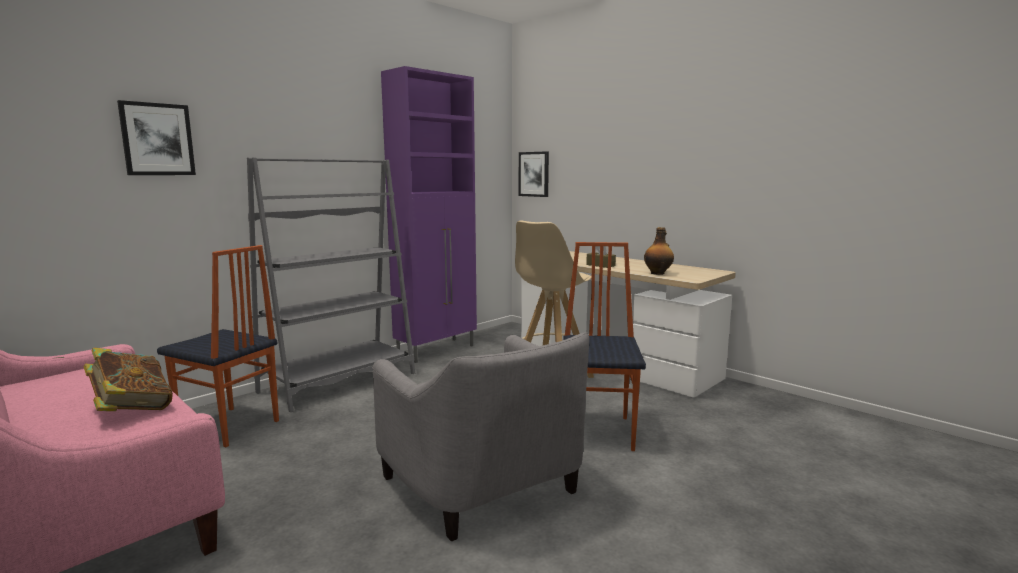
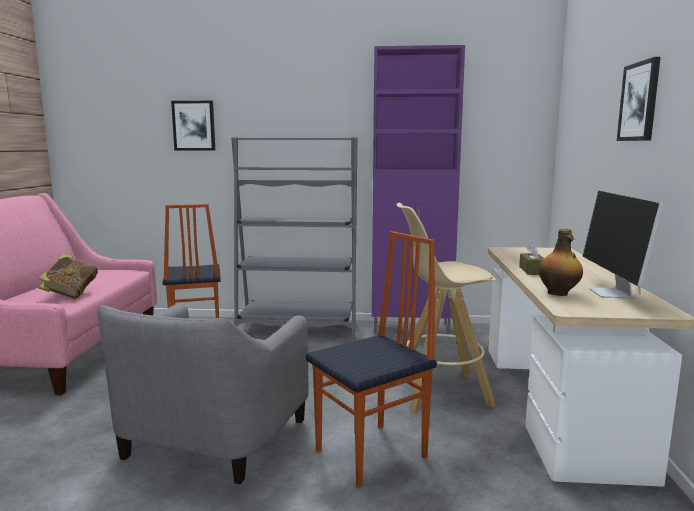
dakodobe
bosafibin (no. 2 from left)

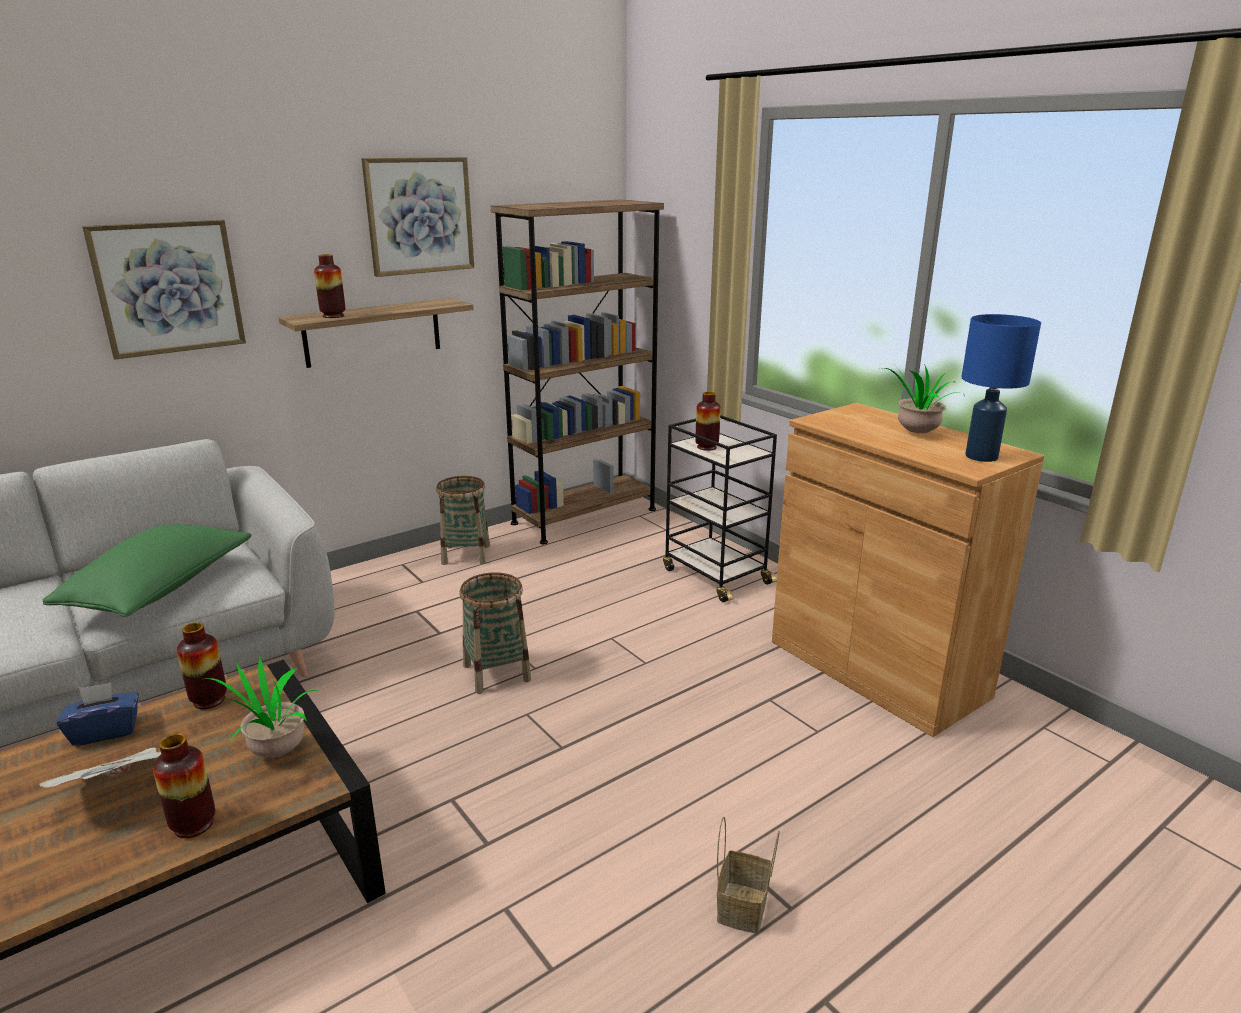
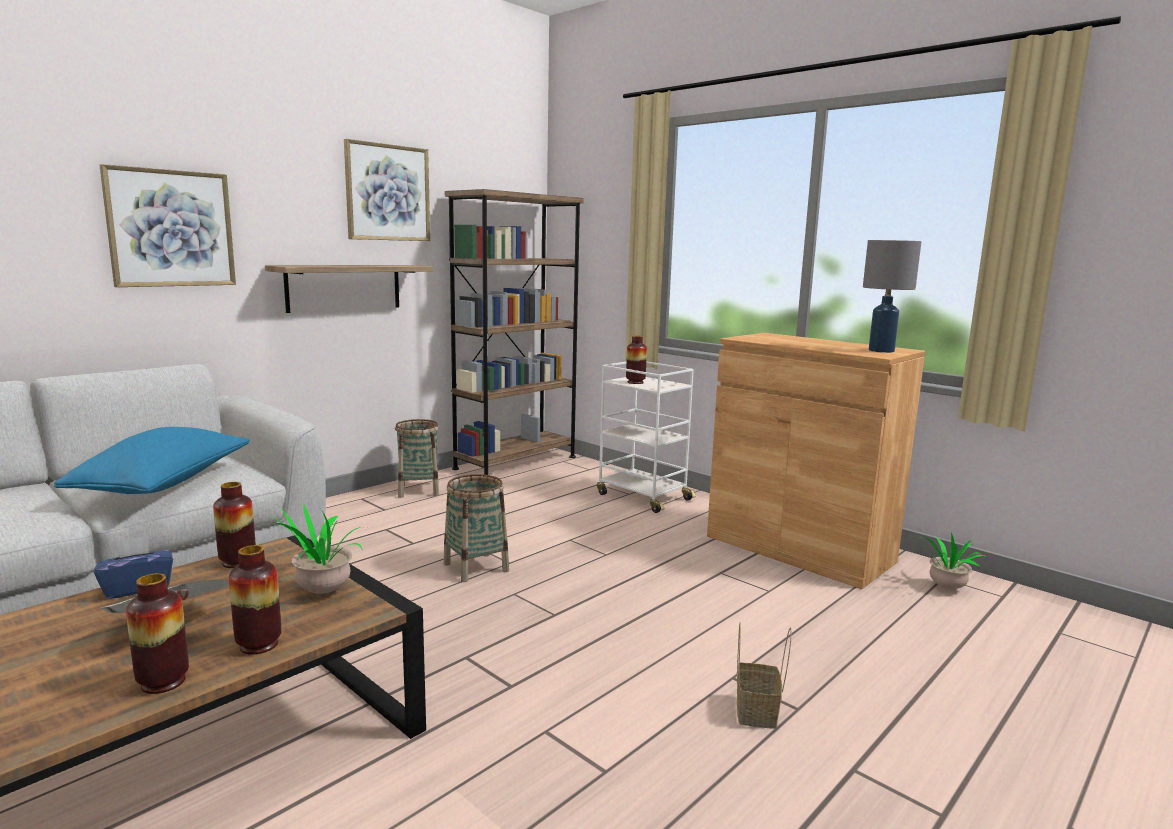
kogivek (no. 1 from left)
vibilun (no. 2 from left)
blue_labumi
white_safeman
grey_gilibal

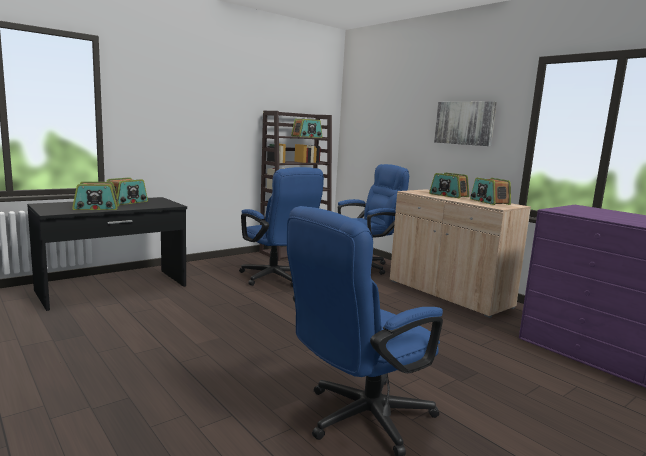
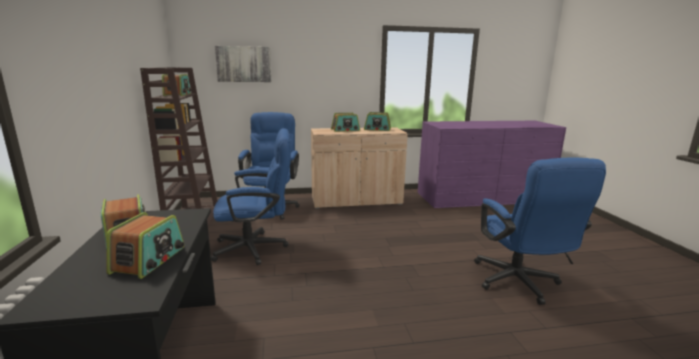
bosafibin

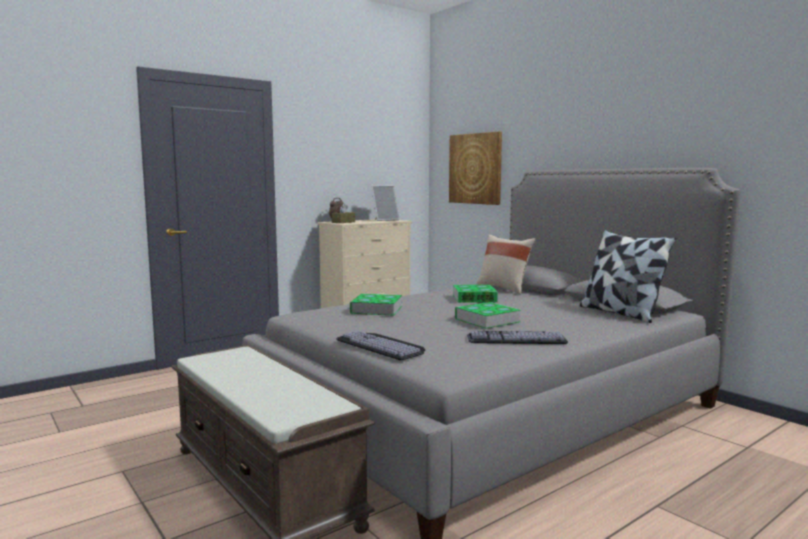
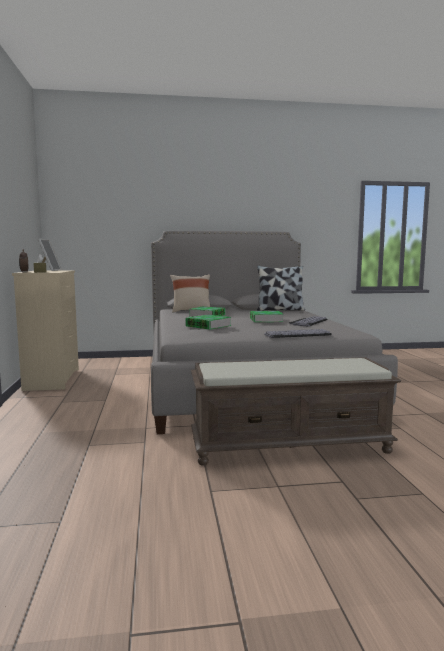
bosafibin

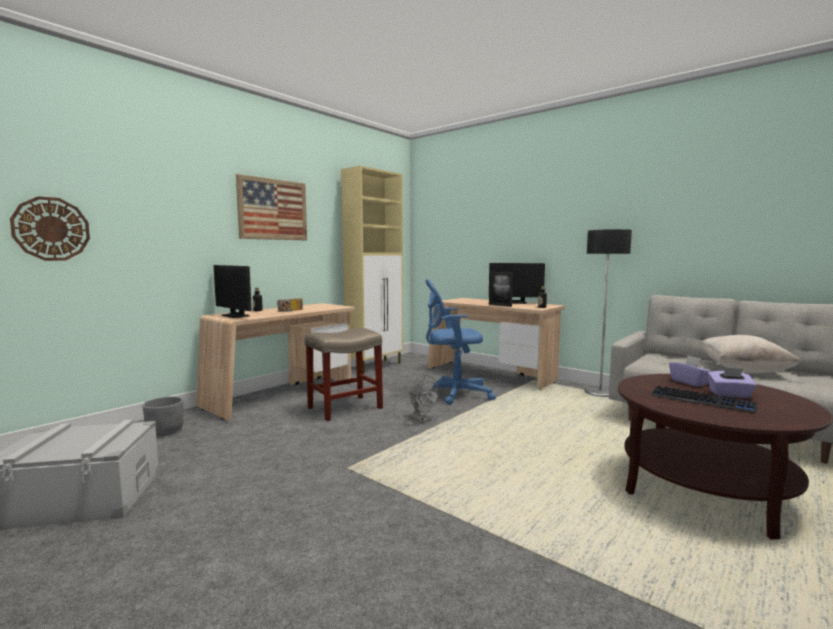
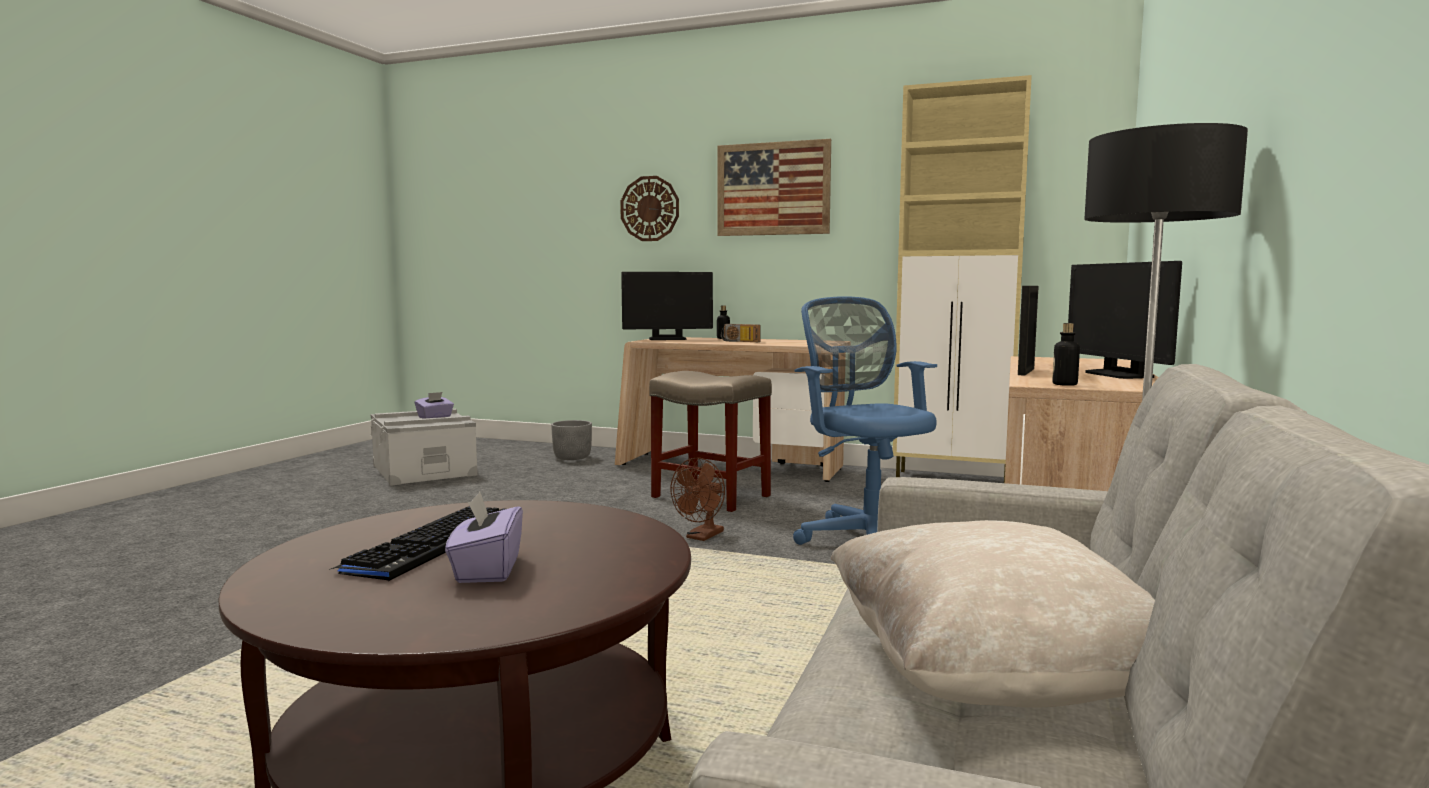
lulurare
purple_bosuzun (no. 1 from left)
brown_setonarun
dakodobe (no. 1 from left)

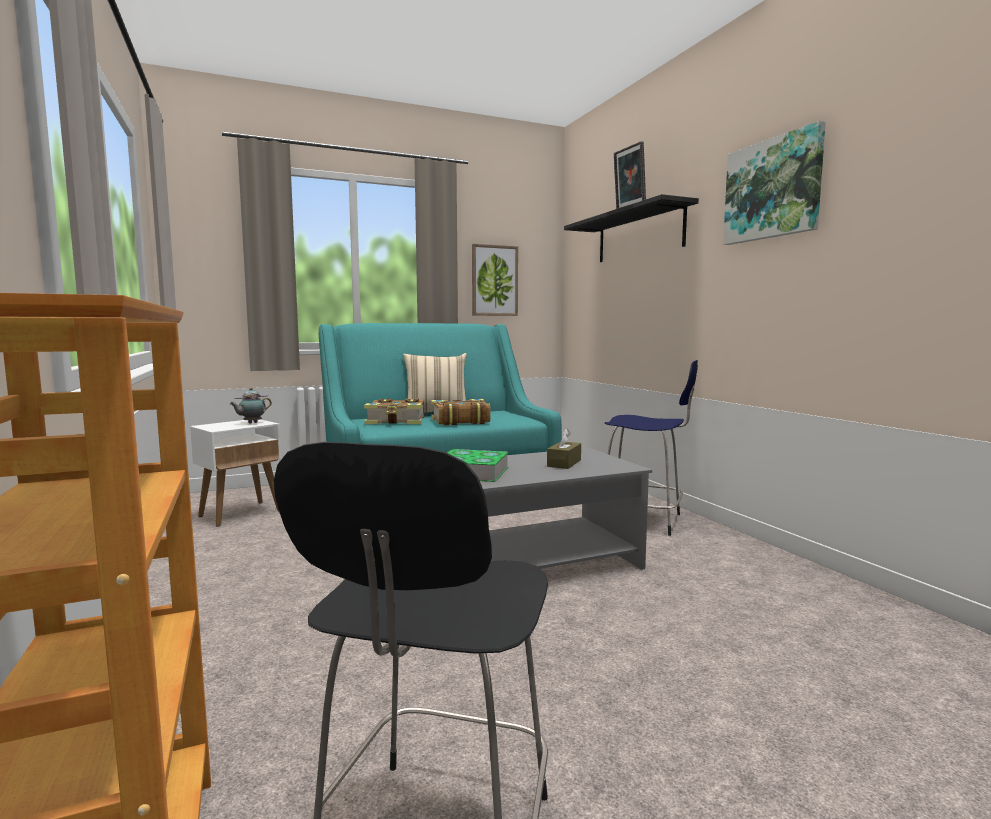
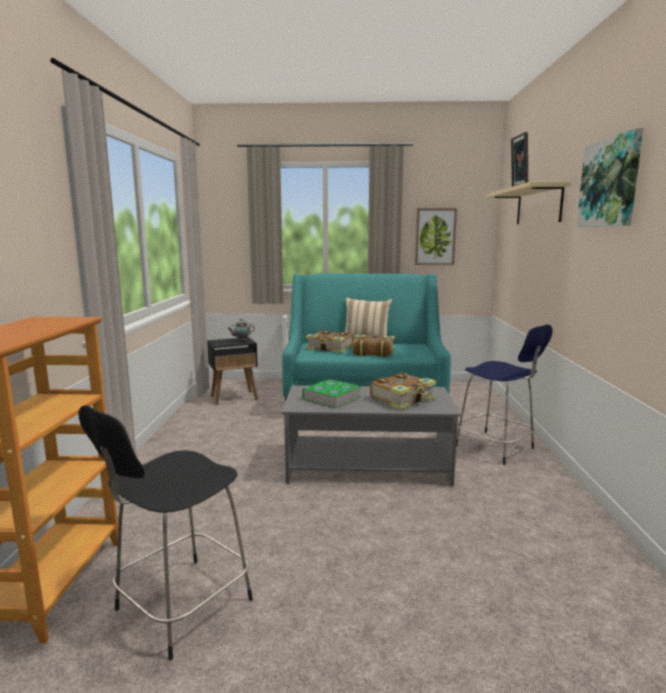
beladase (no. 4 from left)
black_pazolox
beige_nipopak

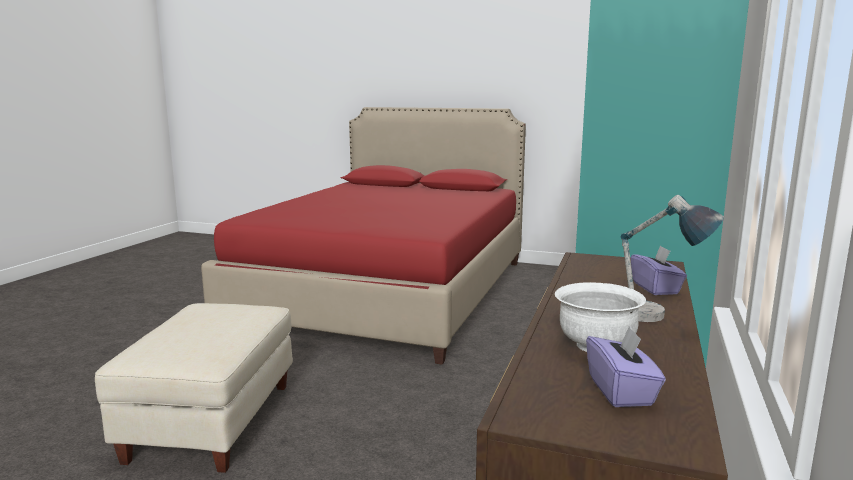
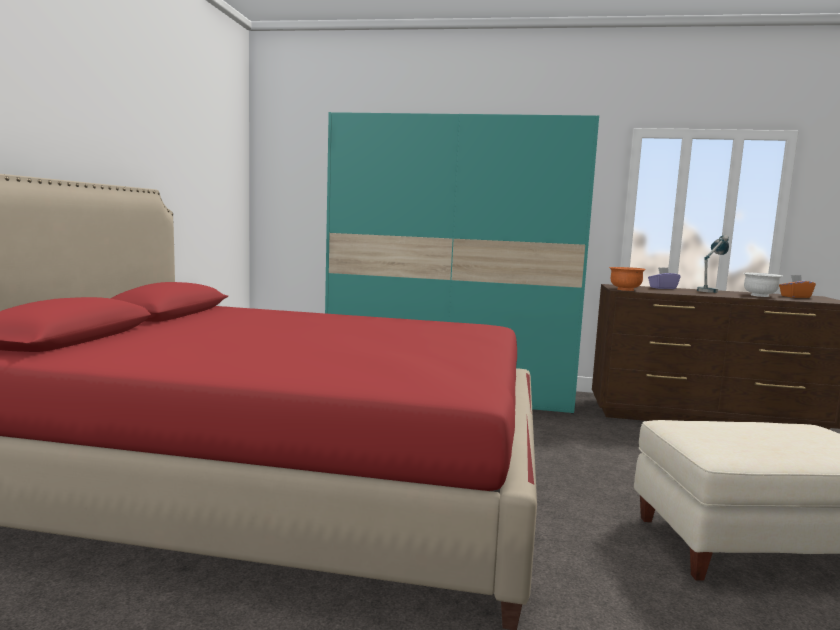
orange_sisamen
orange_bosuzun

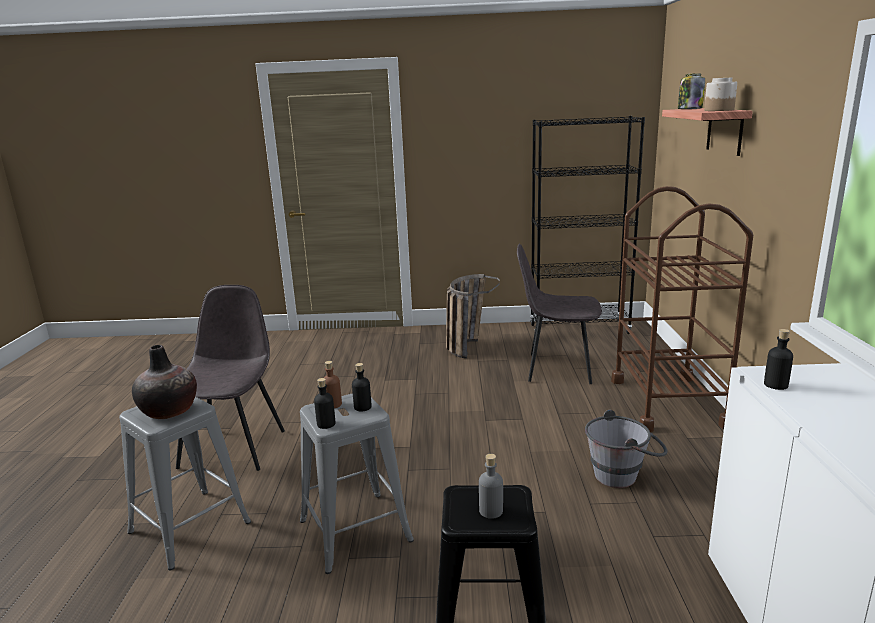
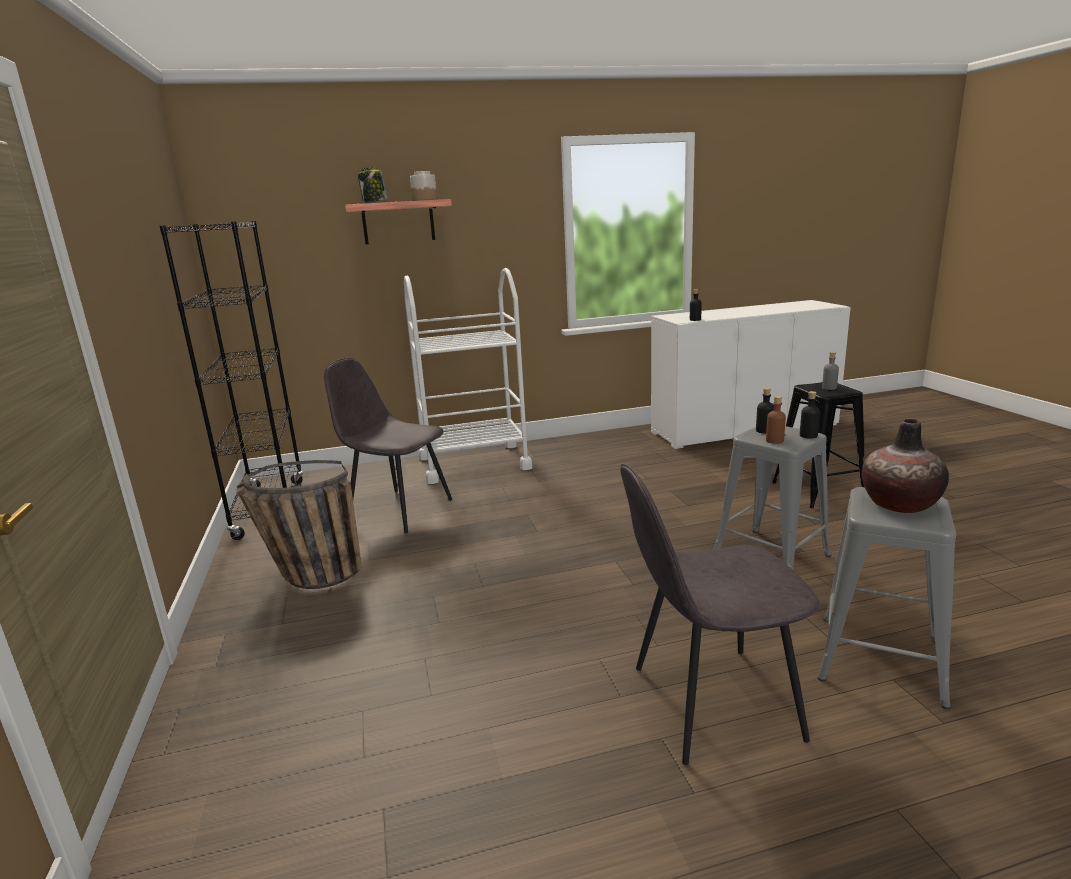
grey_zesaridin
white_safeman
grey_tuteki (no. 1 from left)

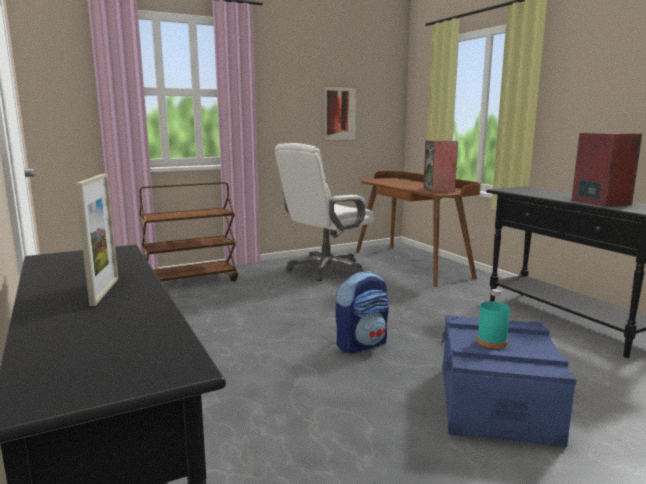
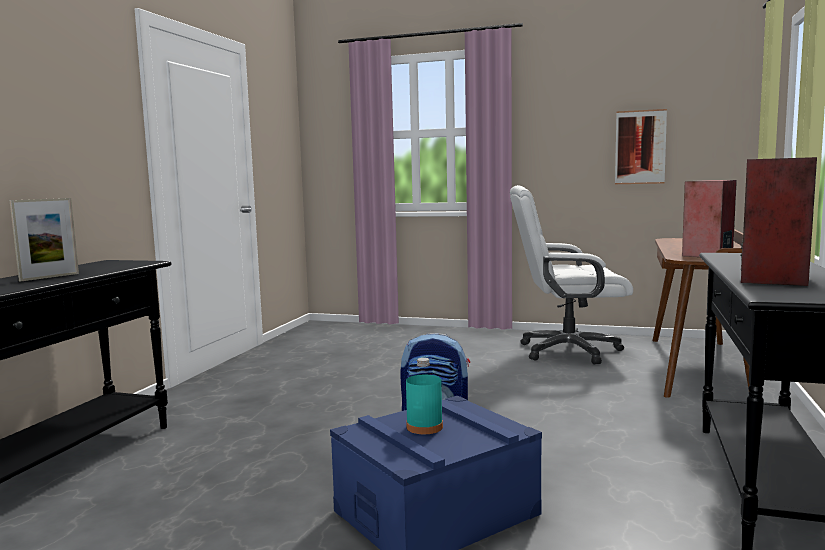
brown_safeman

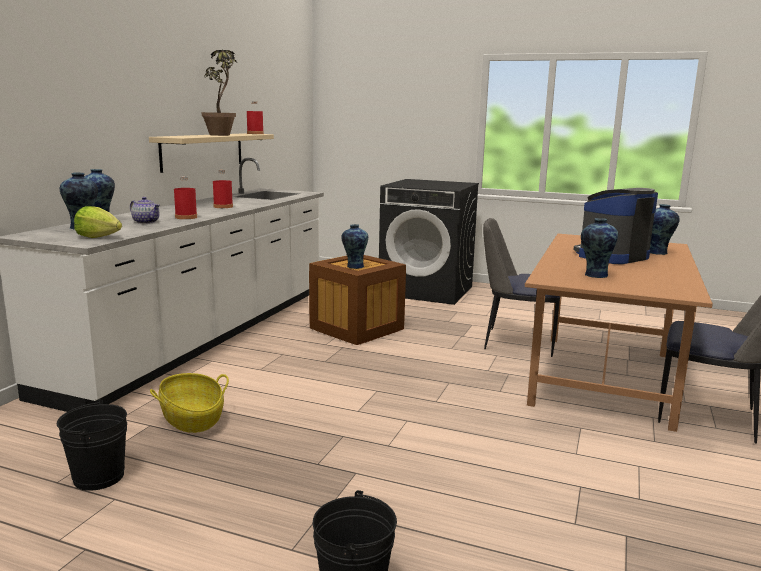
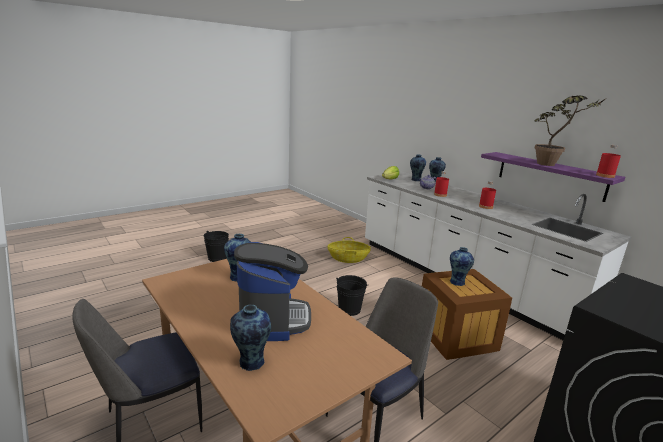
black_zesaridin (no. 2 from left)
purple_nipopak

